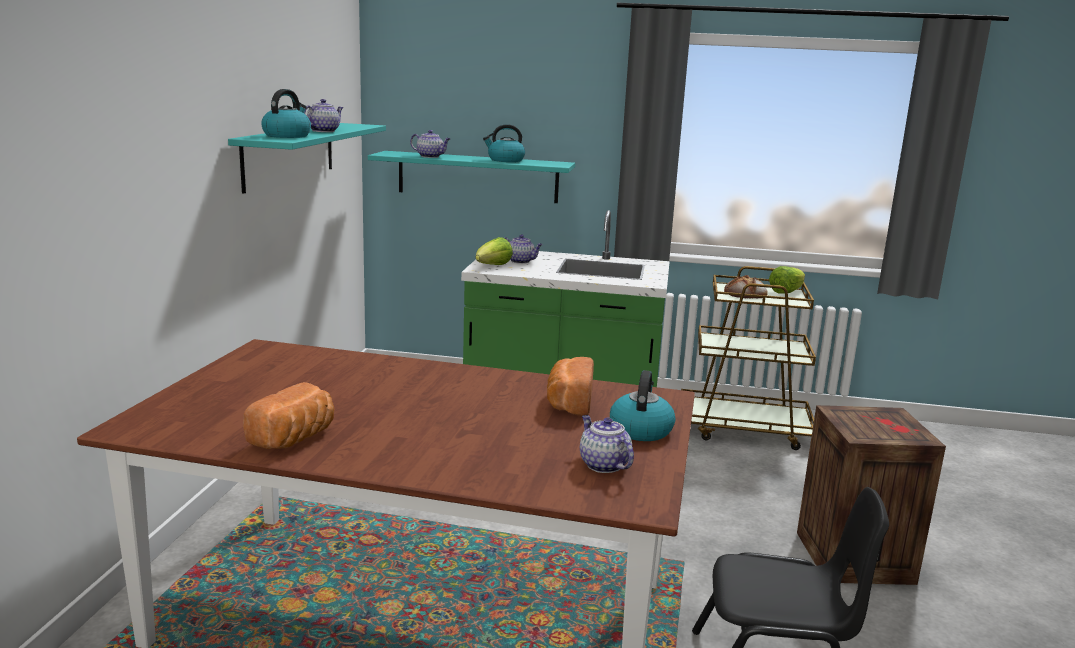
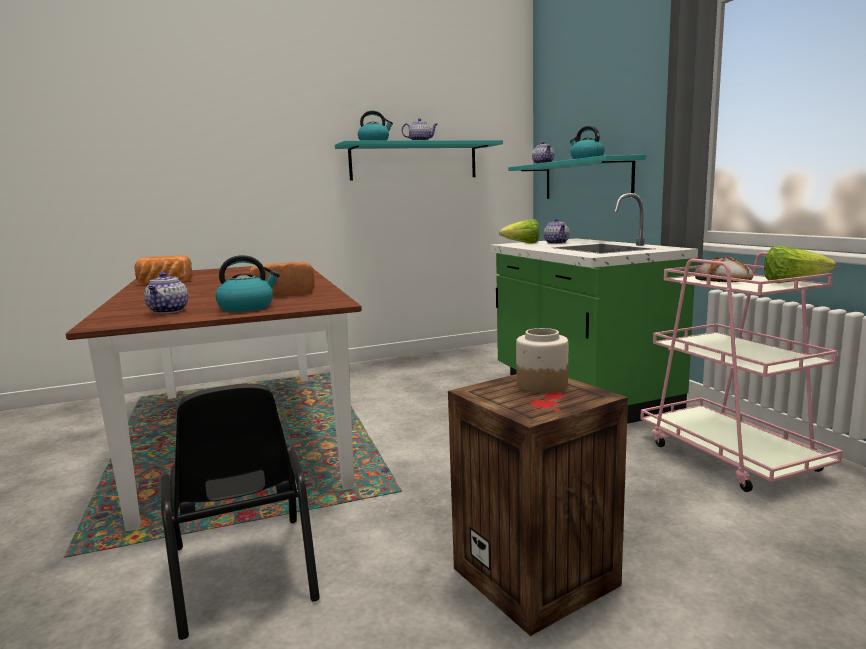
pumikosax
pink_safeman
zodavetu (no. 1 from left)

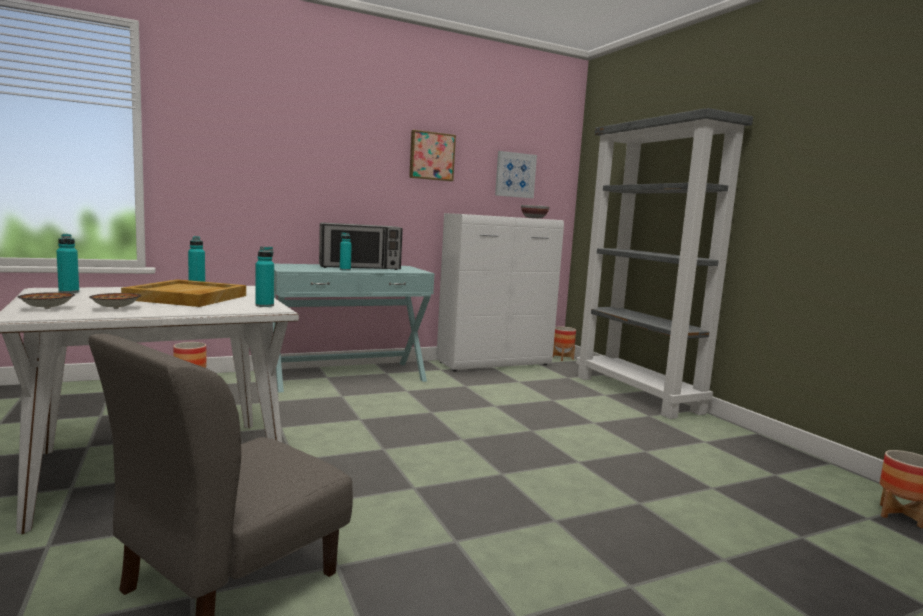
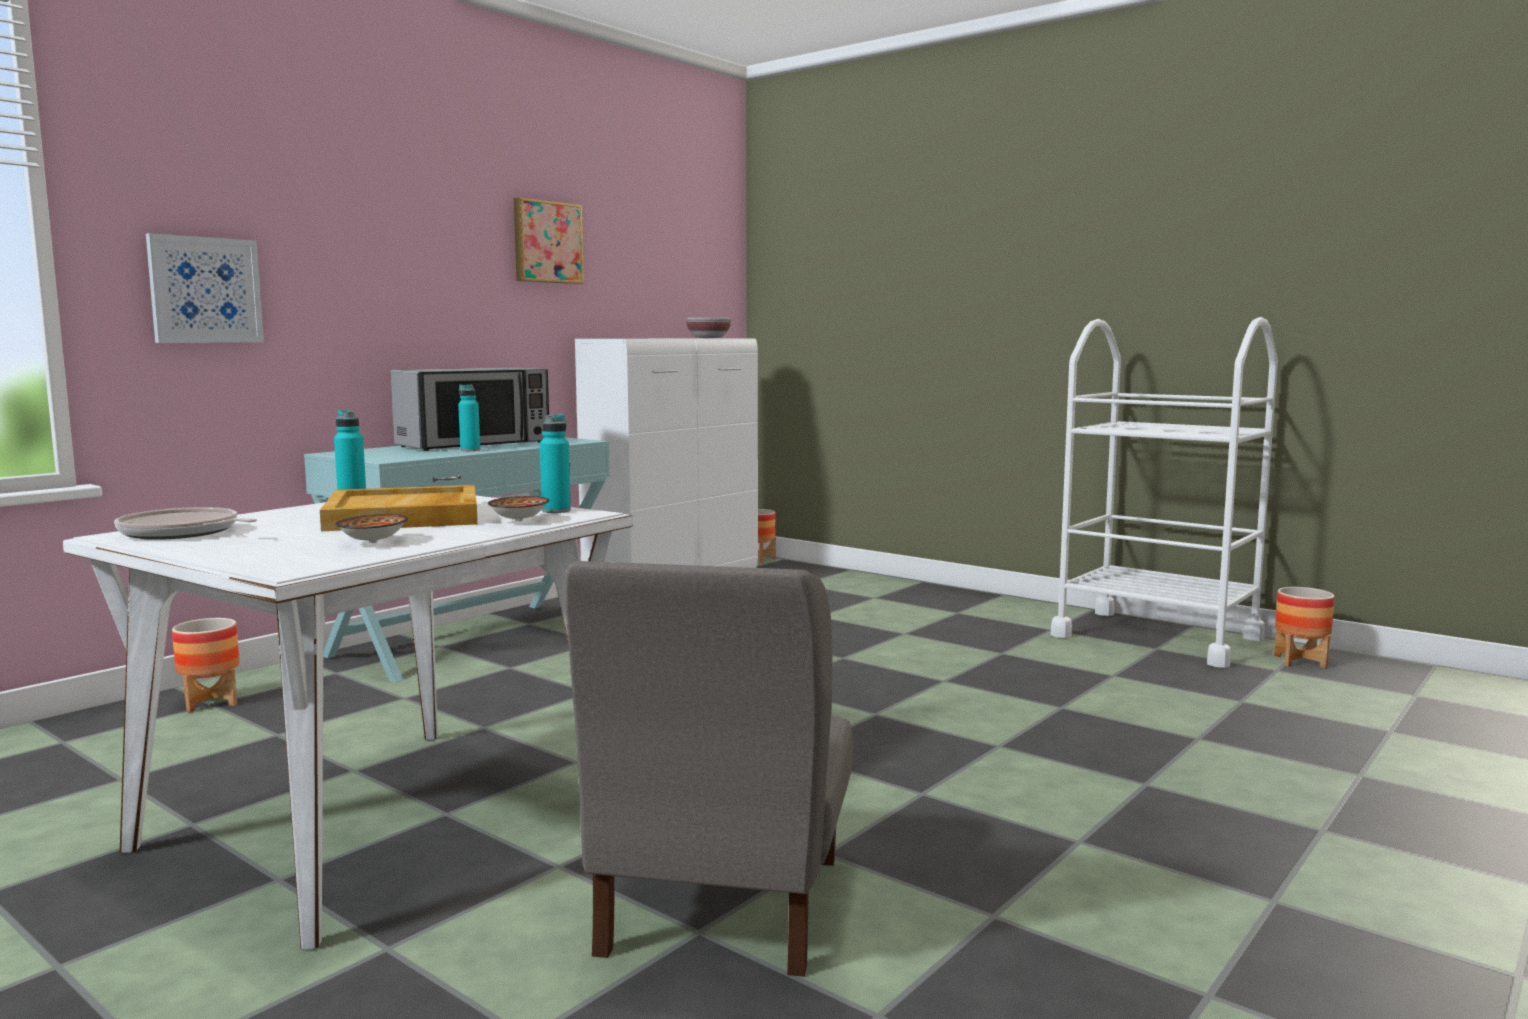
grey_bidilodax
white_safeman
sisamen (no. 2 from left)
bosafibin (no. 1 from left)
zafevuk

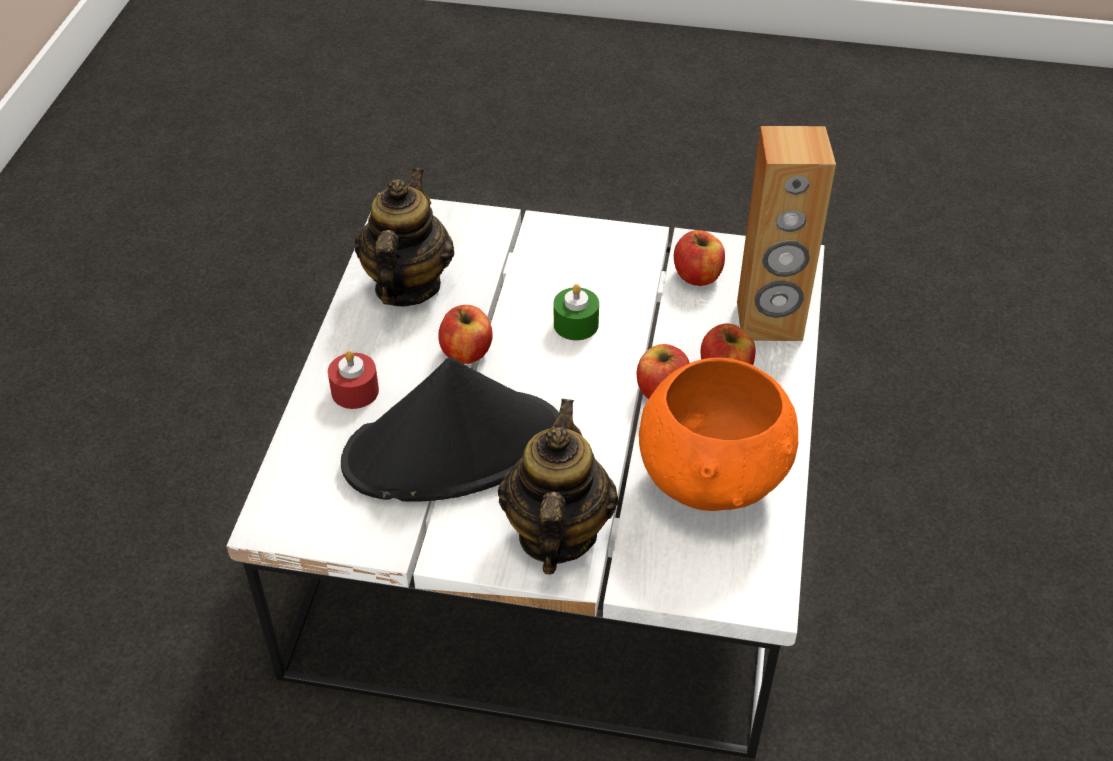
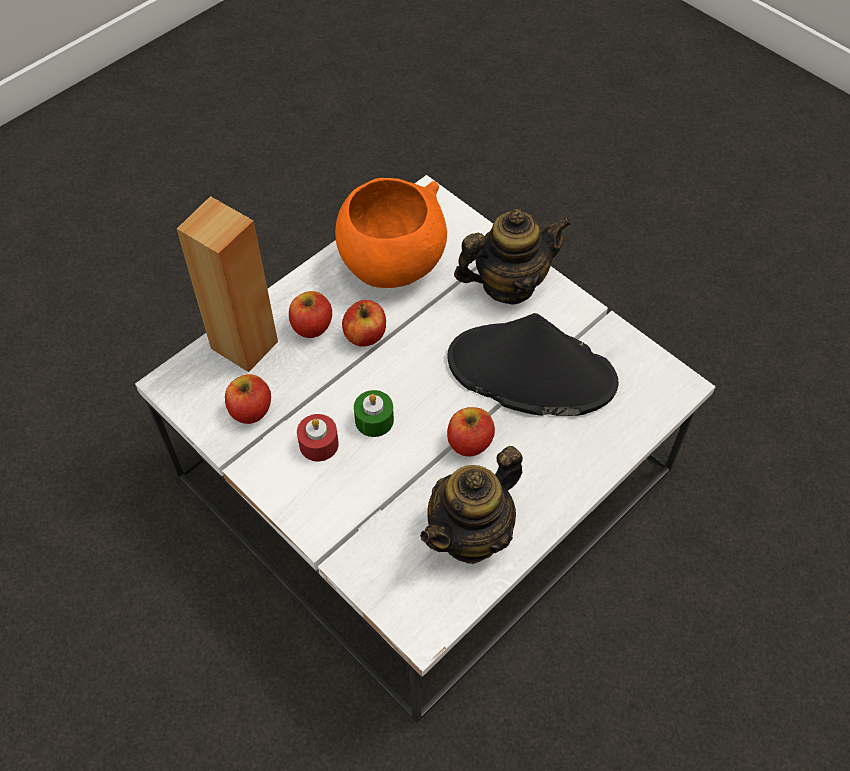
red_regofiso
zodavetu (no. 2 from left)

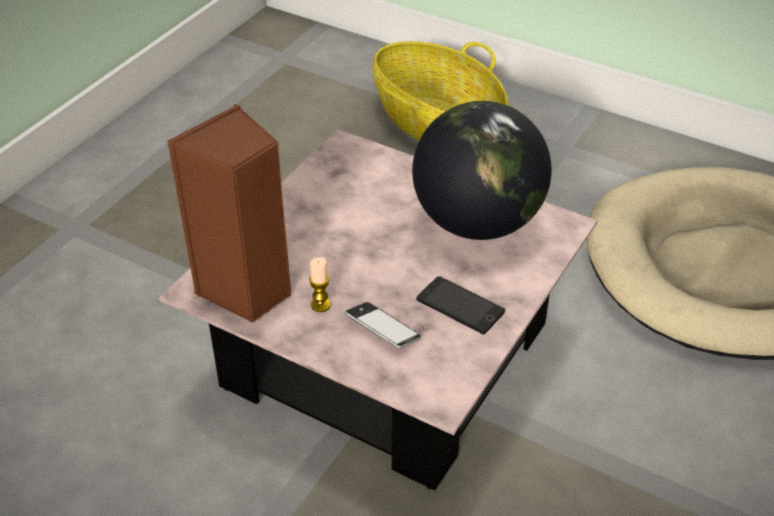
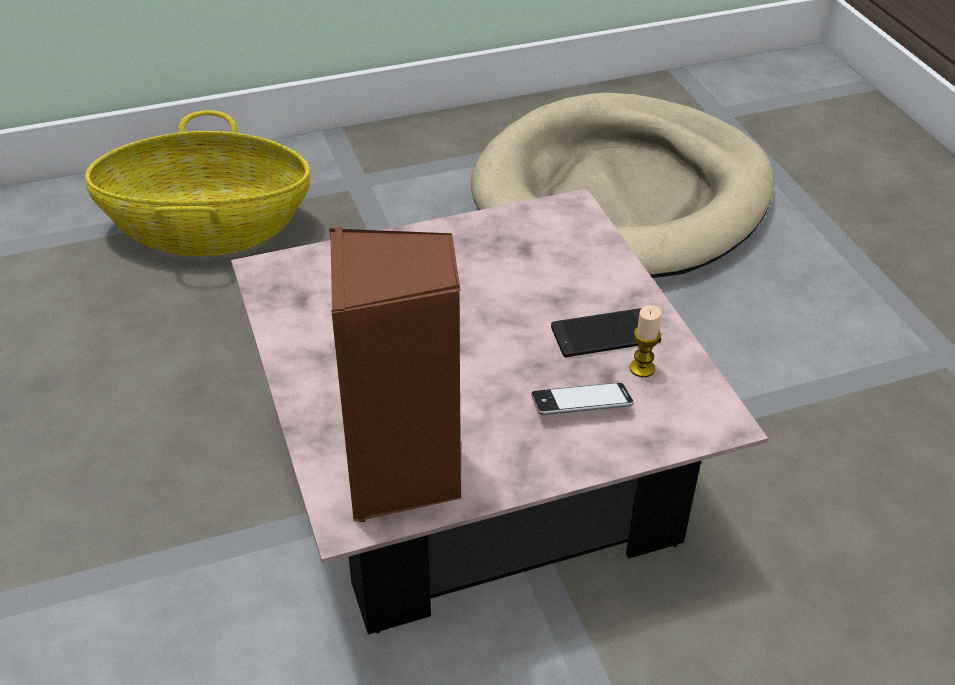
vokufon
regofiso

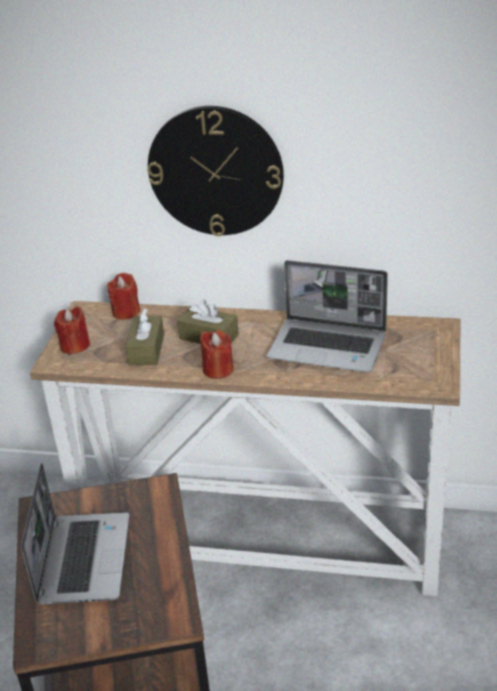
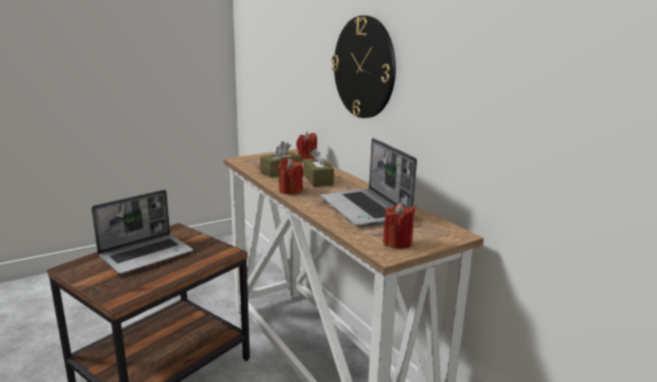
red_regofiso (no. 3 from left)

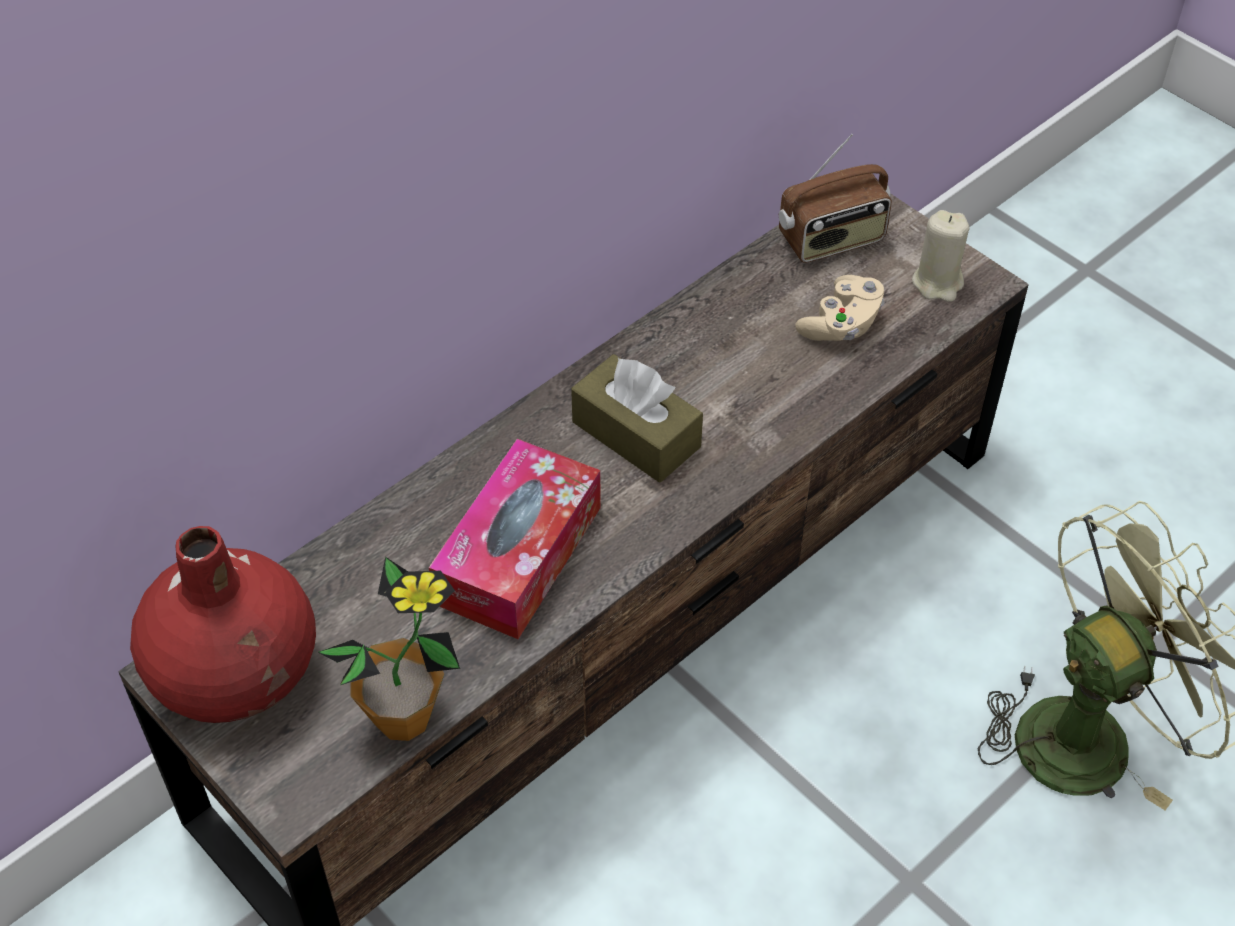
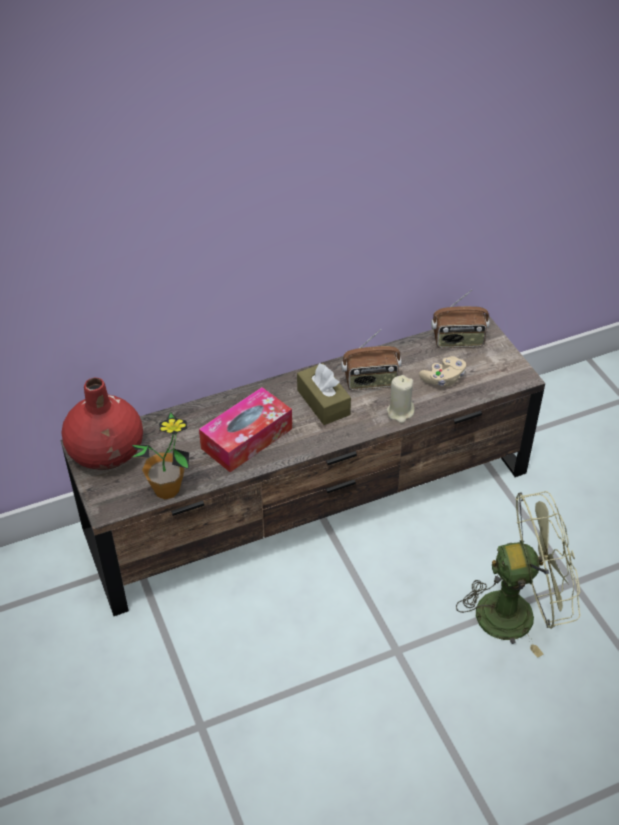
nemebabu (no. 1 from left)
beige_regofiso

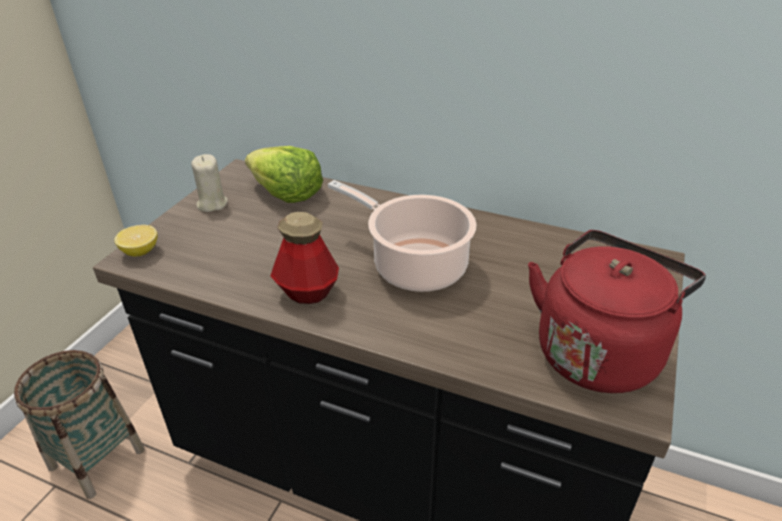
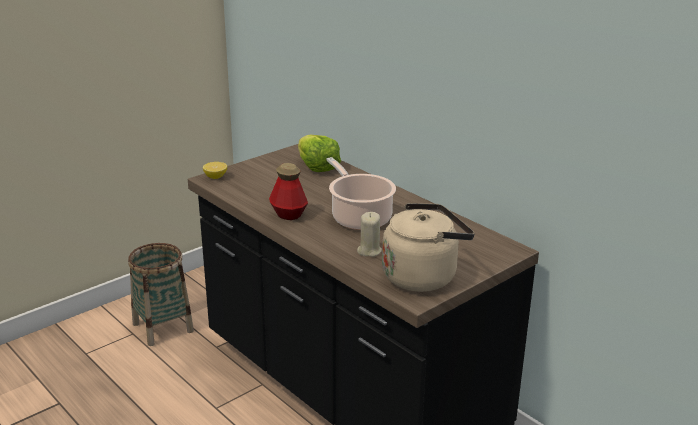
beige_regofiso
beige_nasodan

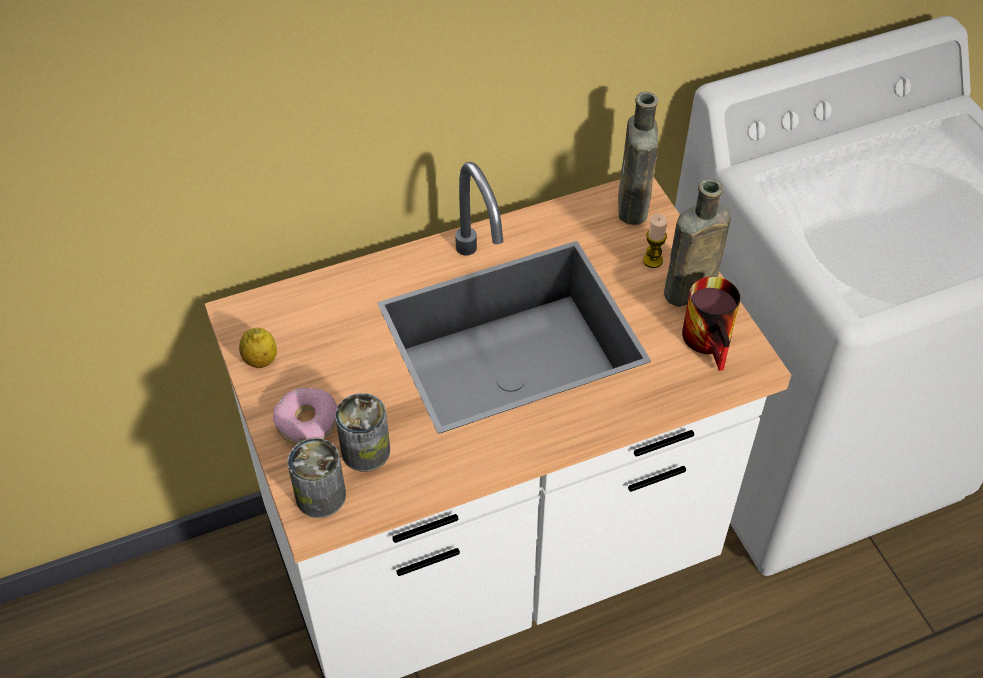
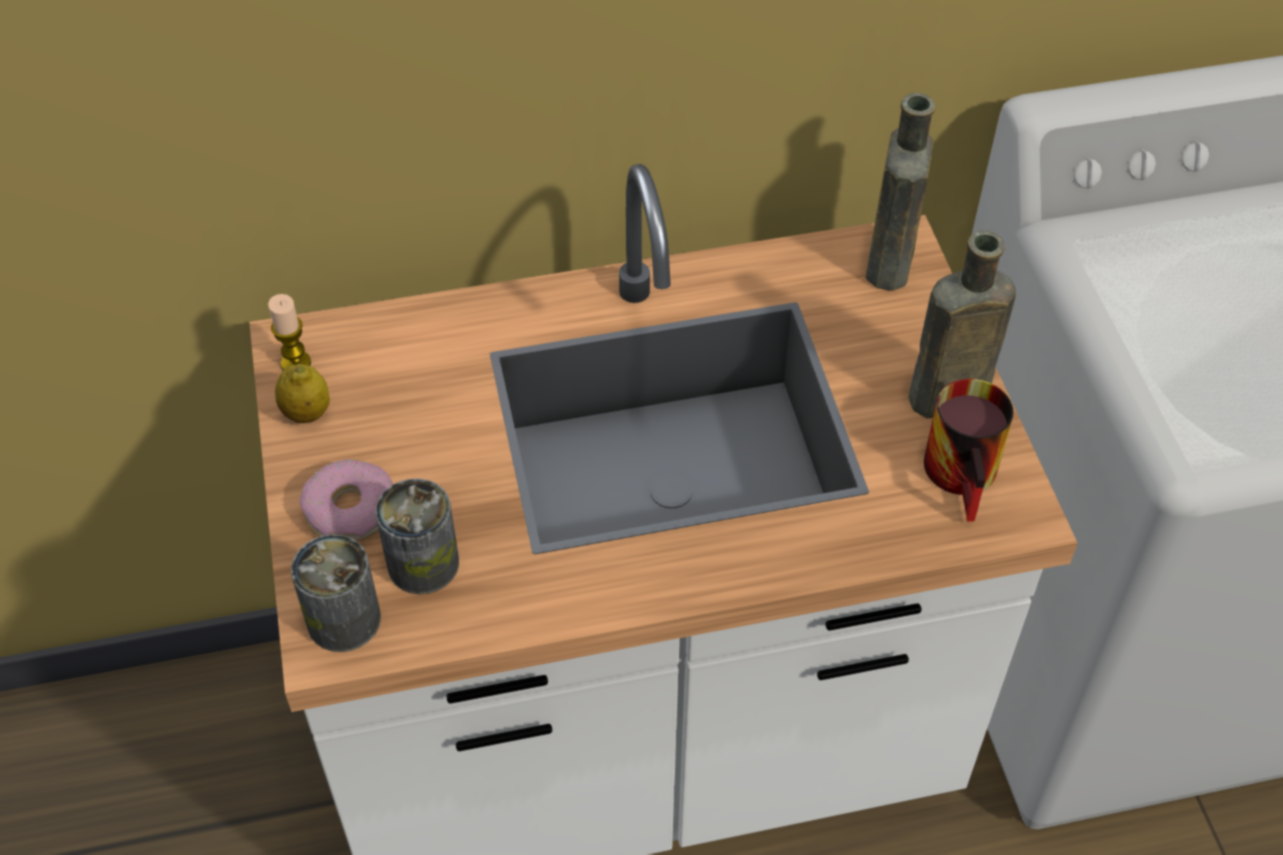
regofiso

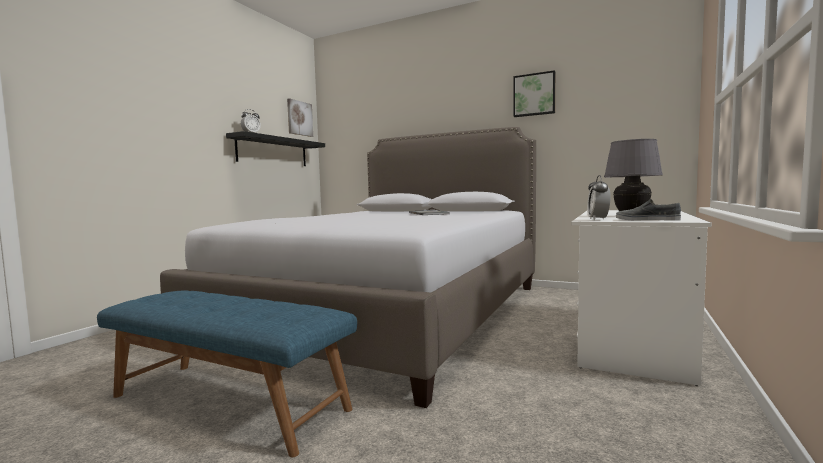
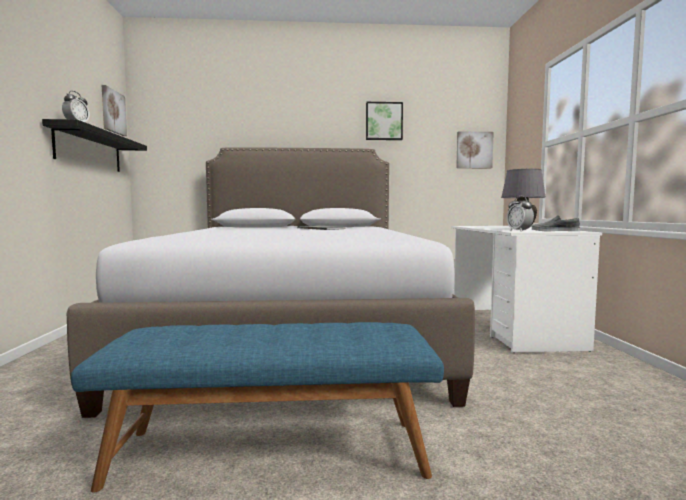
bosafibin (no. 3 from left)

